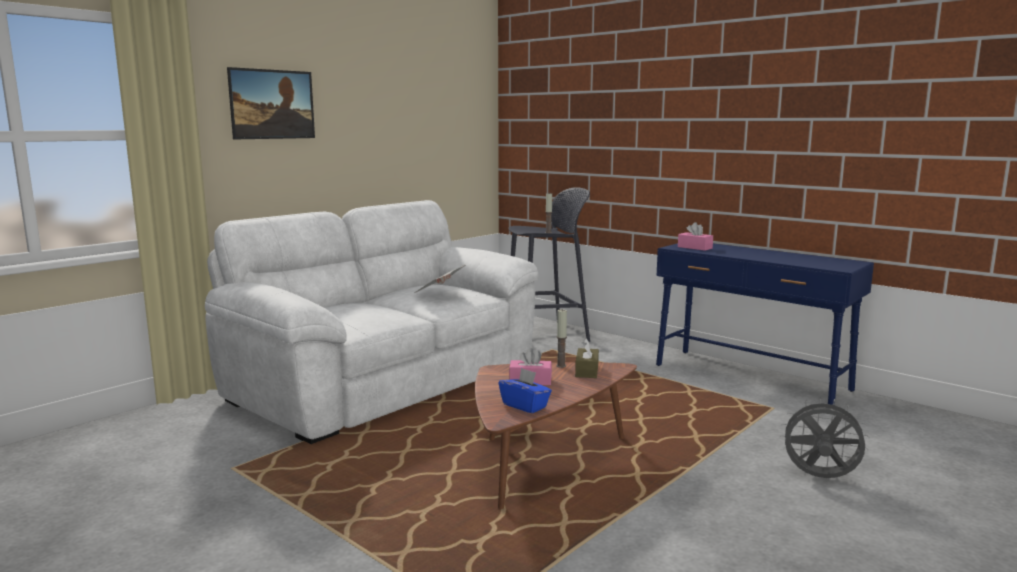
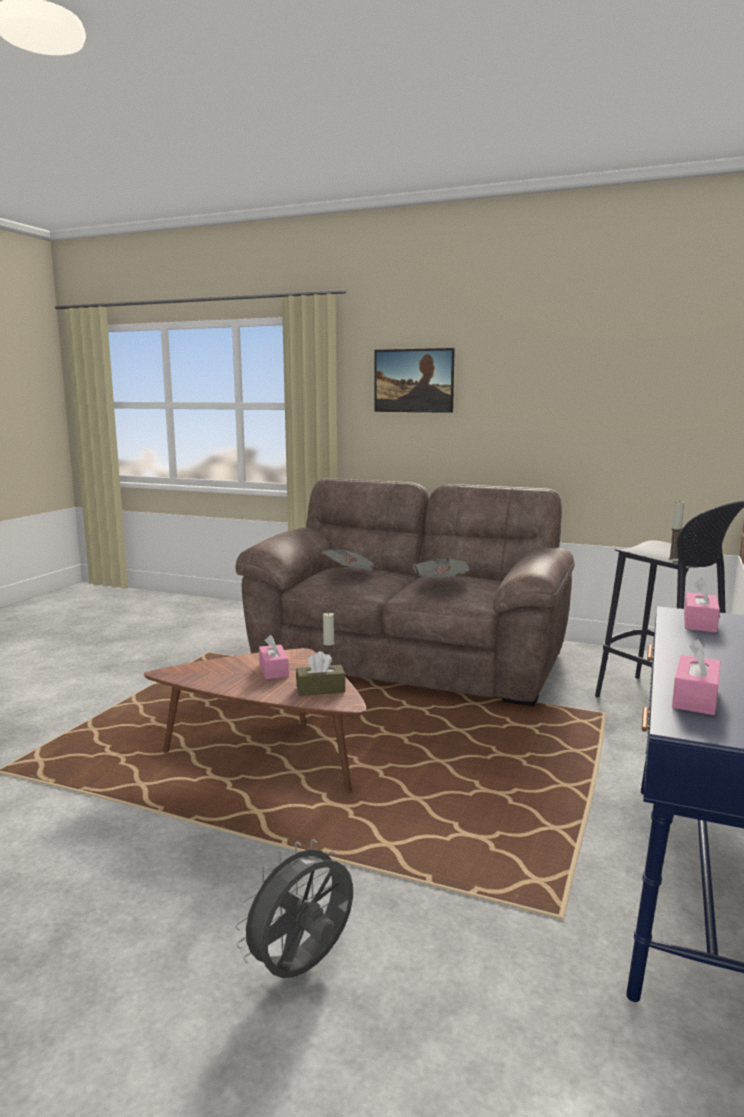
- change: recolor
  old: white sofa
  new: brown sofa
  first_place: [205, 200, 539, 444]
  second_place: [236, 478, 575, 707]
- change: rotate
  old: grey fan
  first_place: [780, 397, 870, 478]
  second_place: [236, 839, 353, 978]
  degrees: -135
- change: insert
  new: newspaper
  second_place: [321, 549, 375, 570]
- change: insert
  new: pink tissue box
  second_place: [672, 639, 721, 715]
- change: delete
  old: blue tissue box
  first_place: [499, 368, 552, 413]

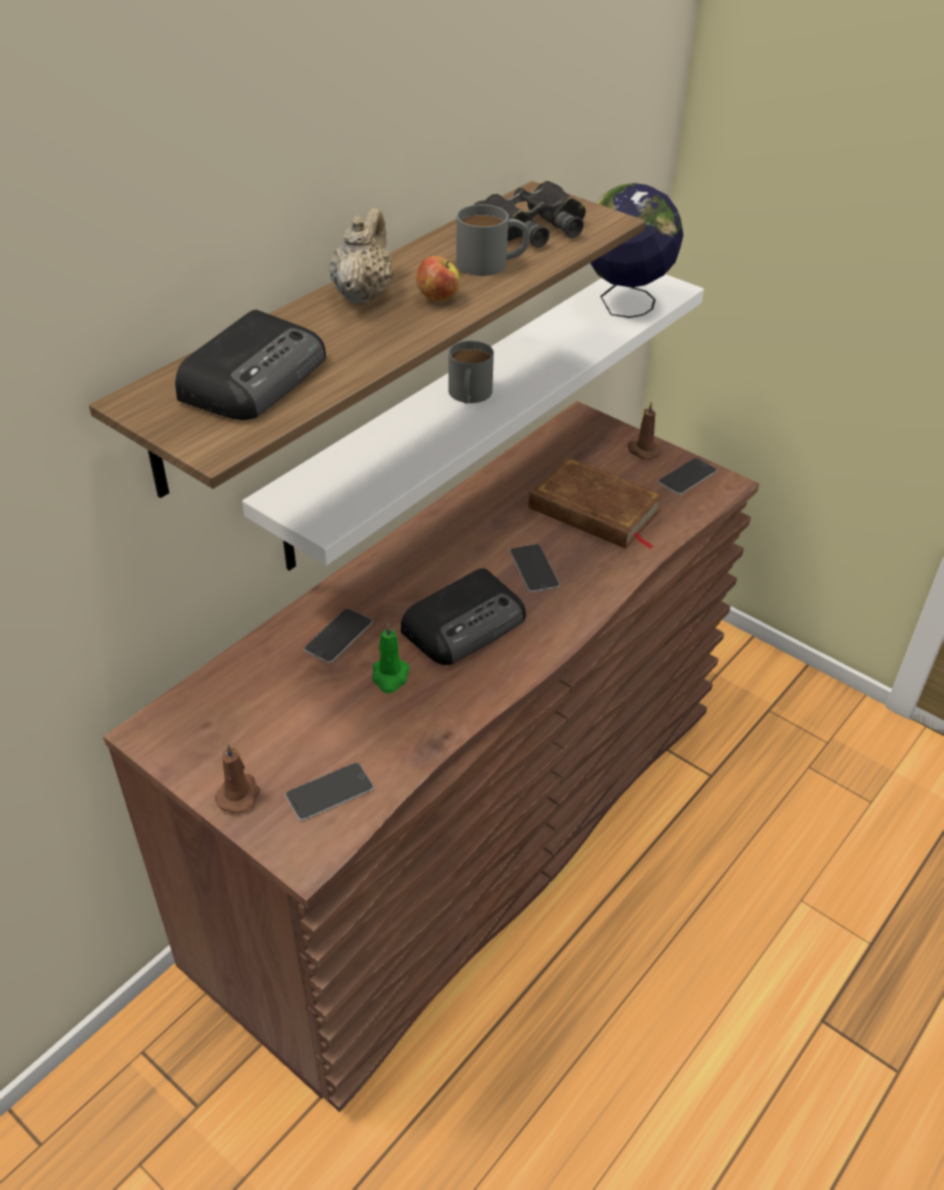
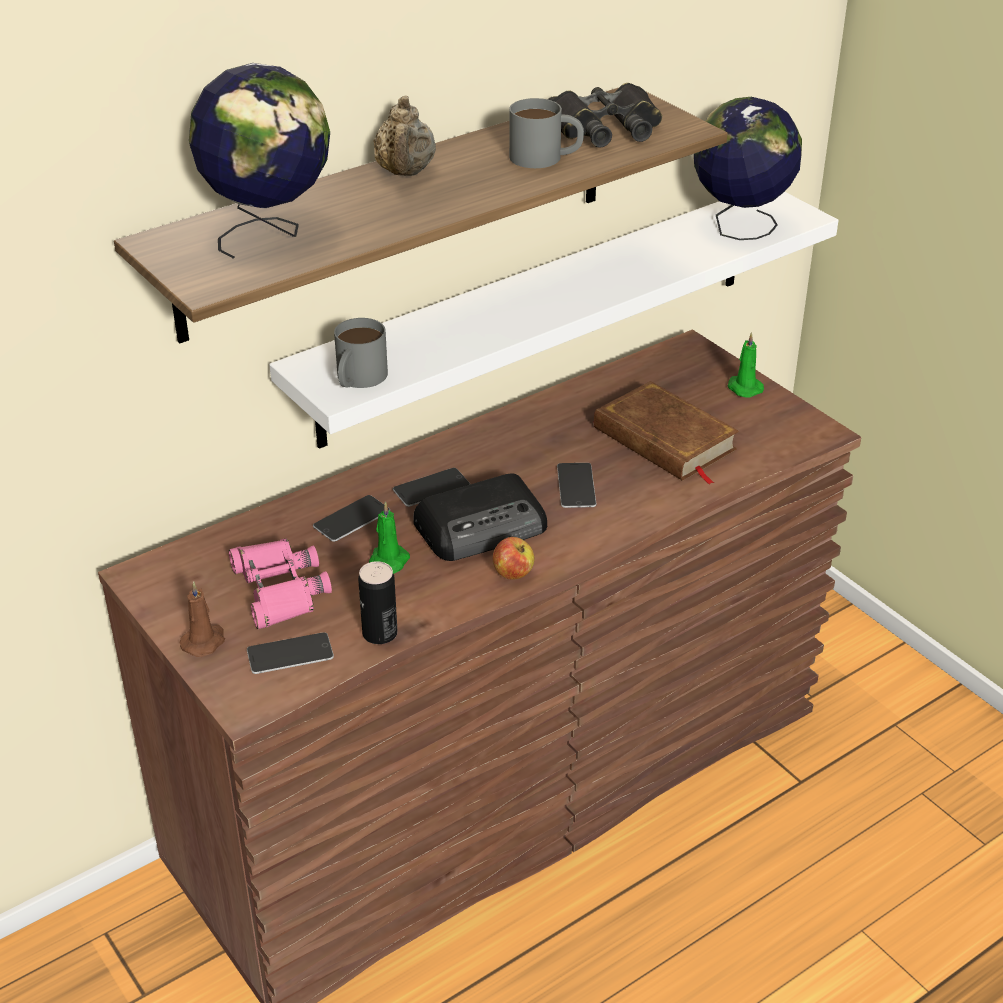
- change: replace
  old: radio
  new: globe
  first_place: [175, 310, 326, 420]
  second_place: [189, 63, 330, 259]
- change: insert
  new: pink binoculars
  second_place: [229, 539, 332, 629]
- change: move
  old: grey mug
  first_place: [448, 341, 494, 404]
  second_place: [334, 318, 388, 388]
- change: insert
  new: can
  second_place: [358, 561, 398, 644]
- change: rotate
  old: beige teapot
  first_place: [329, 208, 394, 304]
  second_place: [373, 96, 436, 176]
  degrees: 150
- change: move
  old: phone
  first_place: [658, 458, 717, 495]
  second_place: [393, 468, 470, 507]
- change: move
  old: apple
  first_place: [416, 256, 460, 302]
  second_place: [493, 537, 534, 580]
- change: recolor
  old: brown candle
  new: green candle
  first_place: [627, 401, 661, 460]
  second_place: [727, 332, 764, 397]

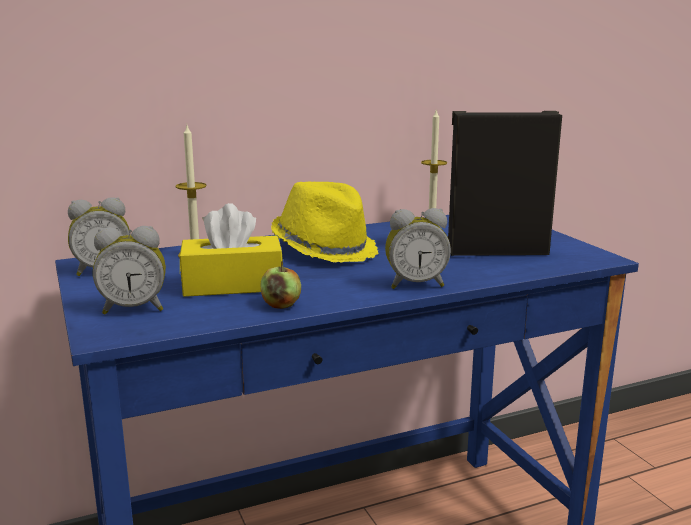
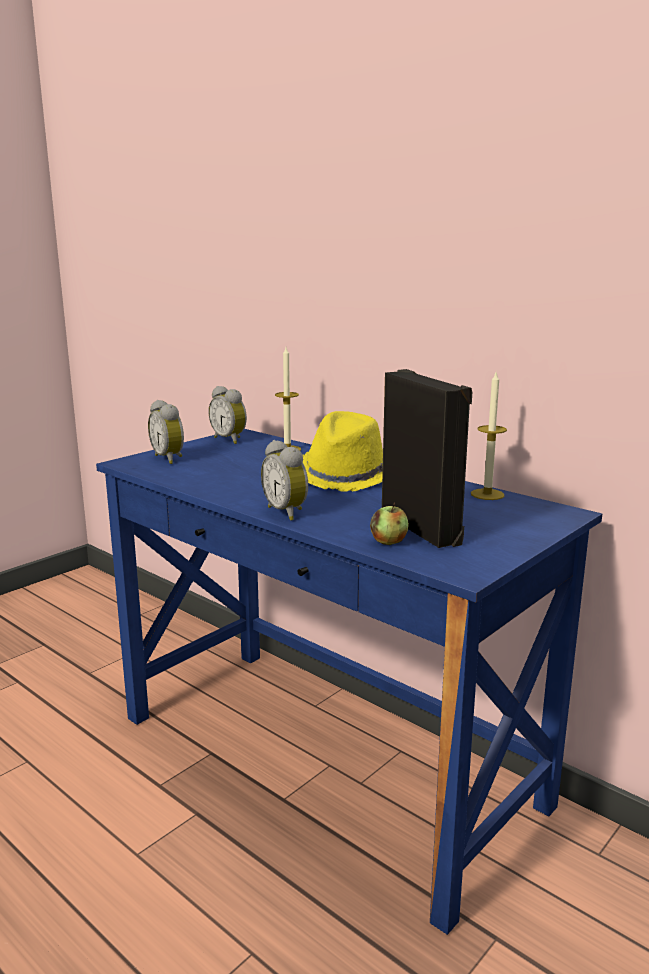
- change: move
  old: apple
  first_place: [260, 261, 301, 309]
  second_place: [370, 502, 409, 545]
- change: delete
  old: yellow tissue box
  first_place: [180, 203, 283, 297]

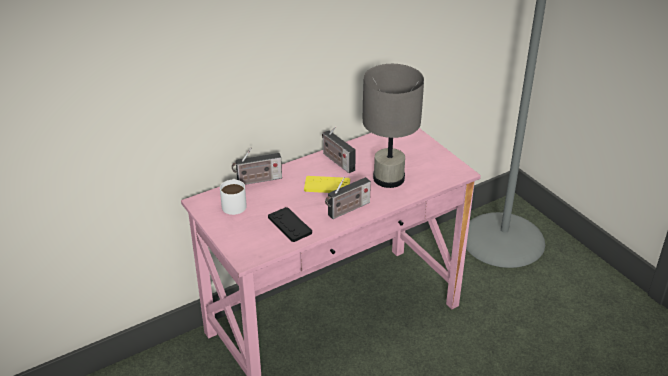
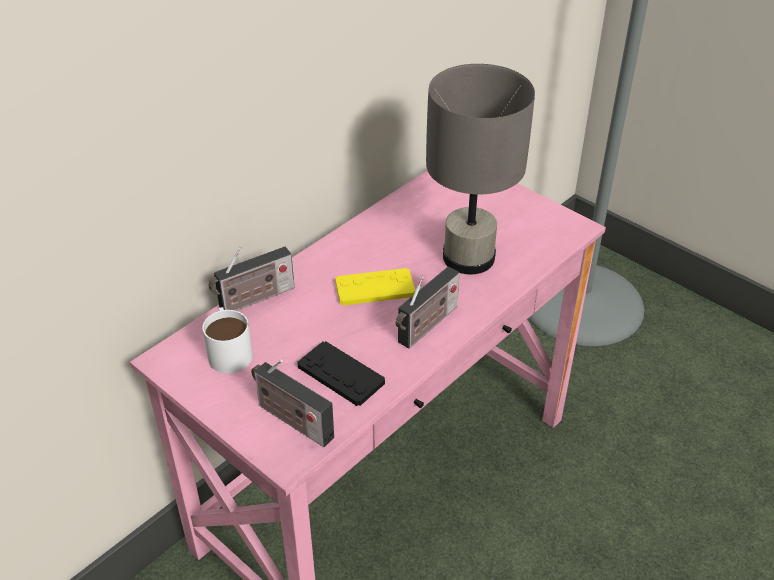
- change: move
  old: radio
  first_place: [322, 126, 356, 173]
  second_place: [251, 360, 334, 447]

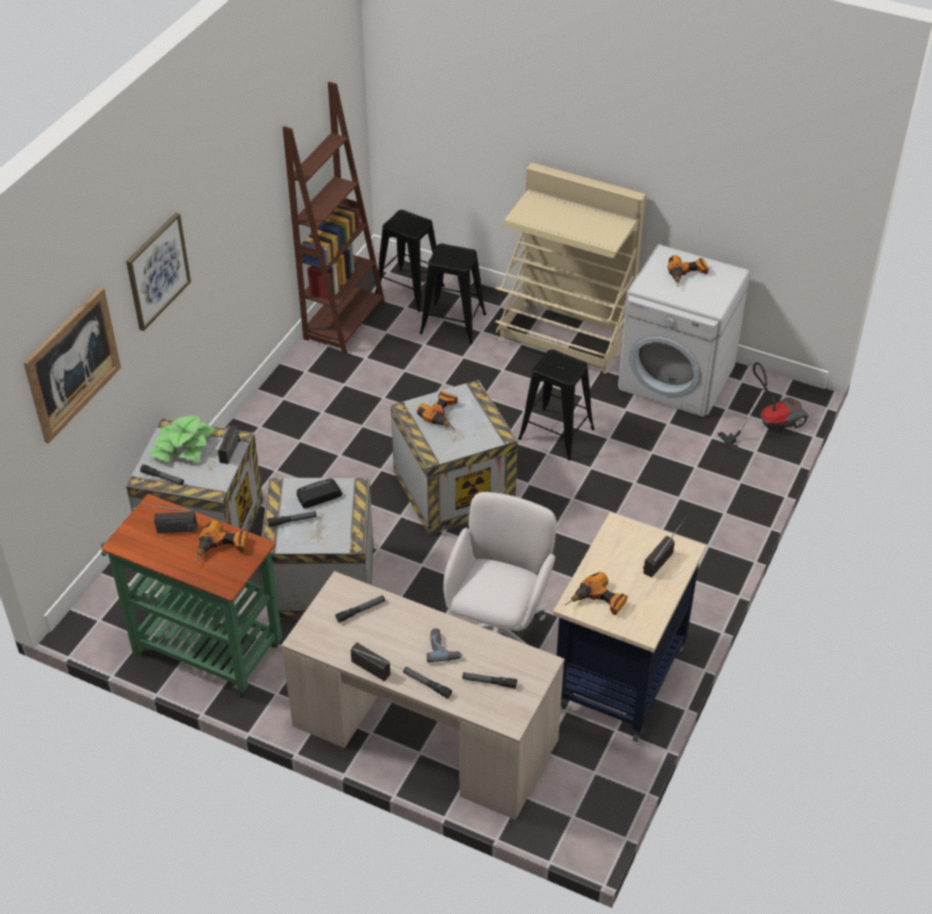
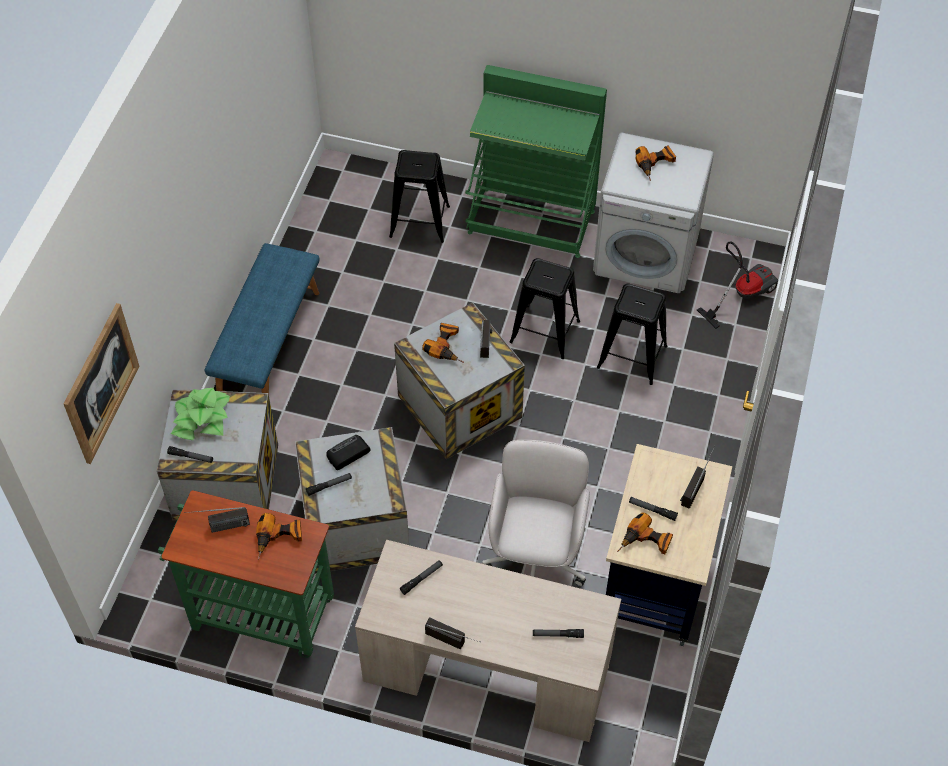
- change: insert
  new: blue bench
  second_place: [204, 243, 319, 394]
- change: recolor
  old: beige shoe rack
  new: green shoe rack
  first_place: [495, 163, 646, 373]
  second_place: [465, 65, 607, 258]
- change: move
  old: radio
  first_place: [210, 426, 241, 464]
  second_place: [480, 320, 492, 358]
- change: move
  old: black stool
  first_place: [375, 210, 445, 312]
  second_place: [597, 284, 668, 385]
- change: move
  old: flashlight
  first_place: [403, 667, 452, 699]
  second_place: [629, 497, 678, 521]
- change: delete
  old: picture
  first_place: [126, 213, 191, 331]
- change: delete
  old: brown bookcase
  first_place: [283, 82, 386, 353]
- change: delete
  old: power drill
  first_place: [426, 628, 462, 662]

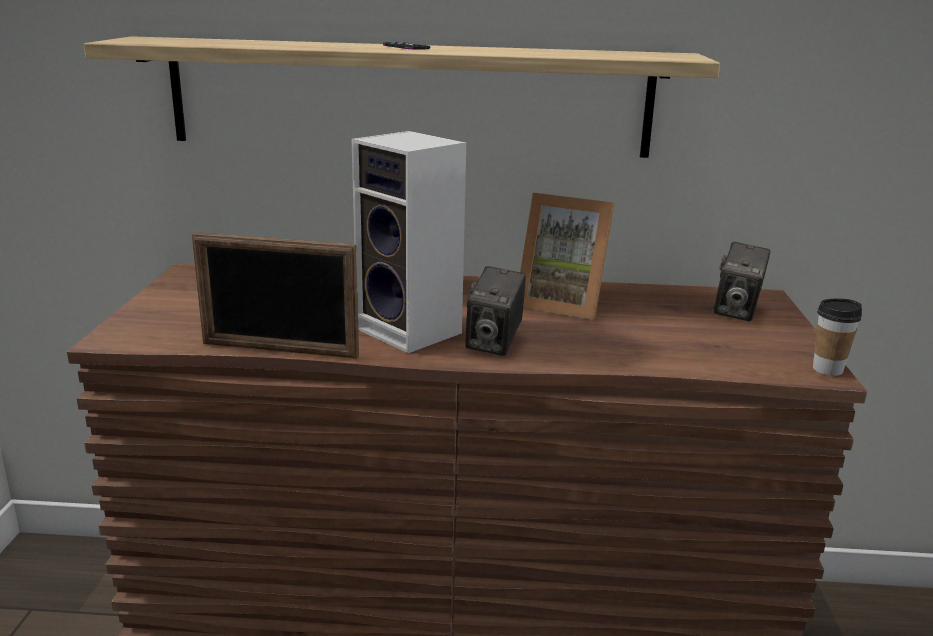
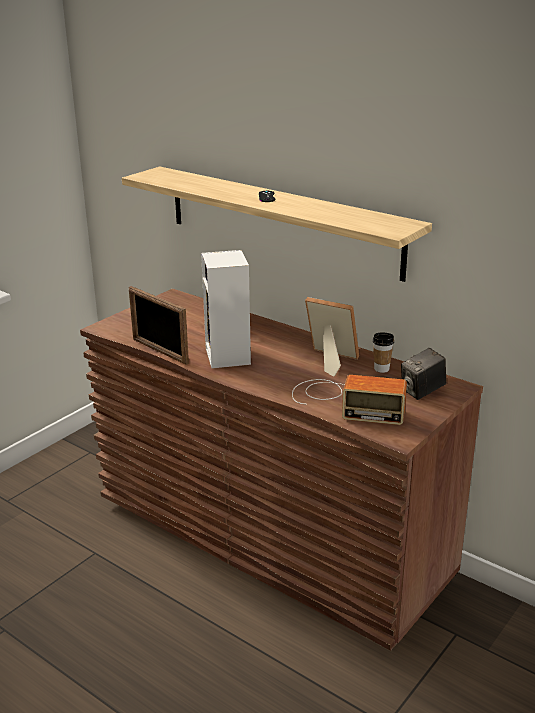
- change: insert
  new: radio
  second_place: [292, 375, 407, 425]
- change: rotate
  old: picture frame
  first_place: [520, 193, 615, 319]
  second_place: [305, 297, 359, 377]
  degrees: 150
- change: move
  old: cup
  first_place: [813, 299, 862, 376]
  second_place: [373, 332, 394, 373]
- change: delete
  old: photo camera
  first_place: [465, 266, 526, 356]

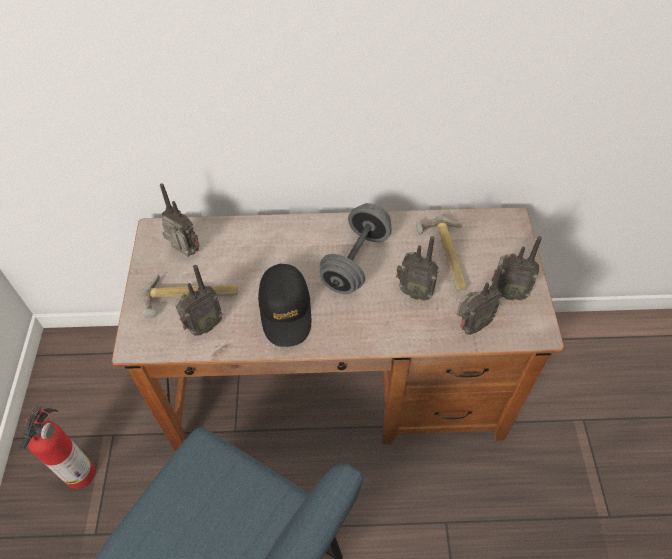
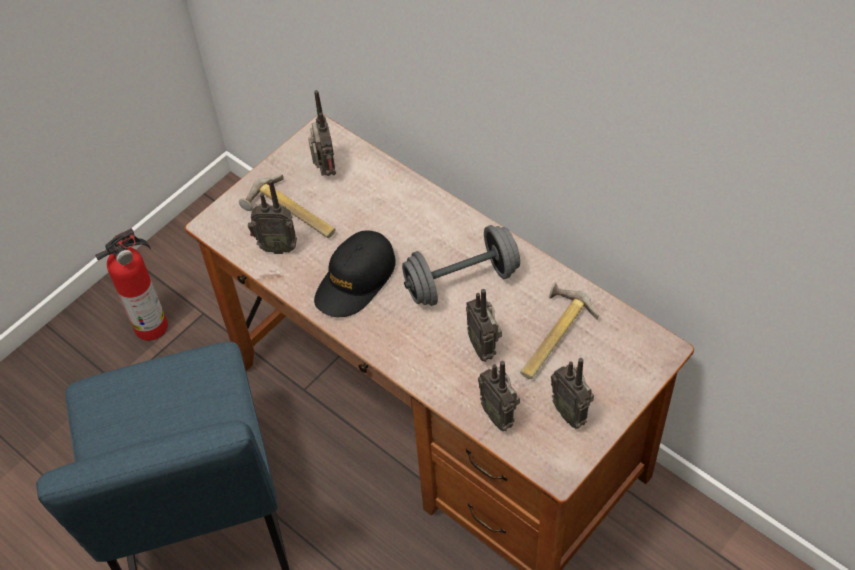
- change: rotate
  old: radio
  first_place: [457, 265, 503, 335]
  second_place: [478, 361, 520, 431]
  degrees: 45

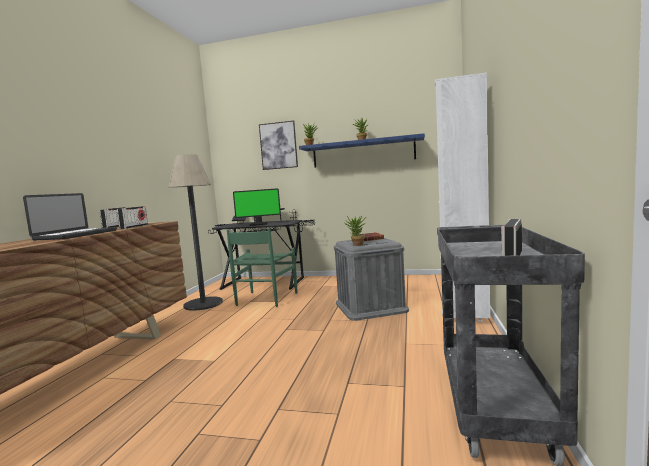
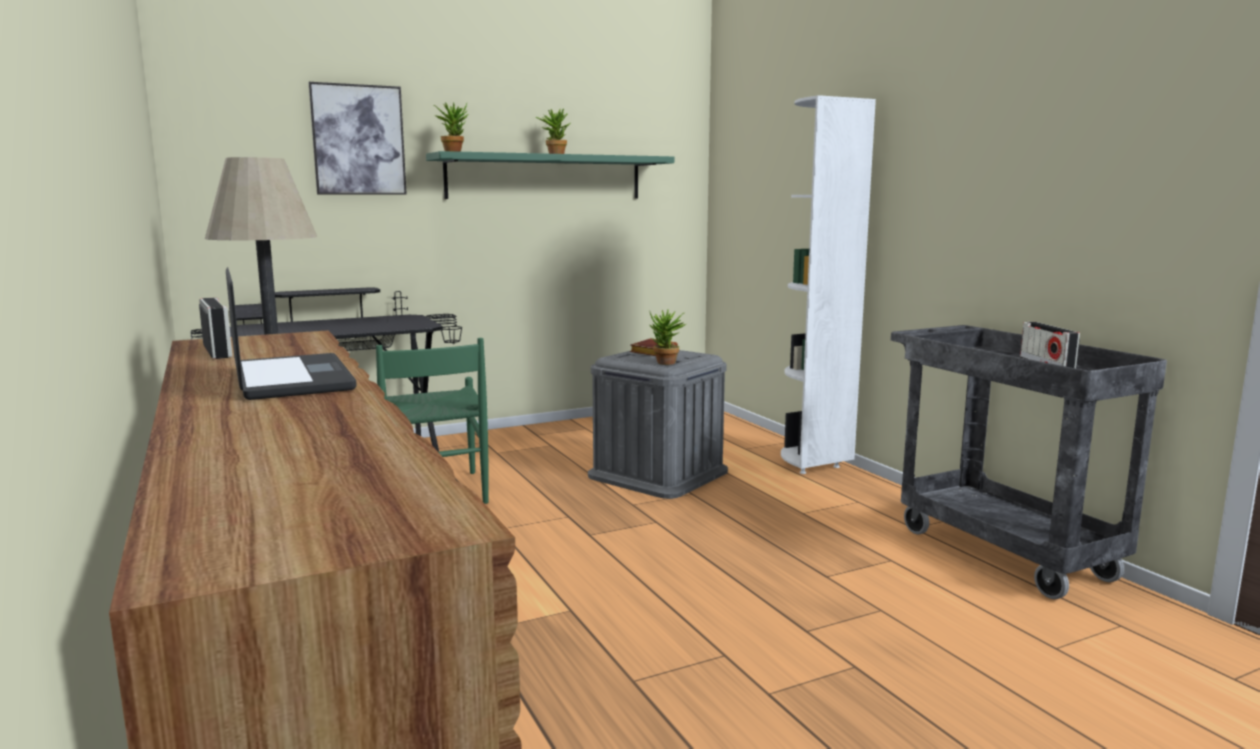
- change: recolor
  old: blue shelf
  new: green shelf
  first_place: [299, 133, 425, 168]
  second_place: [426, 151, 674, 199]
- change: delete
  old: radio
  first_place: [117, 206, 148, 229]
- change: delete
  old: monitor
  first_place: [233, 188, 281, 226]

